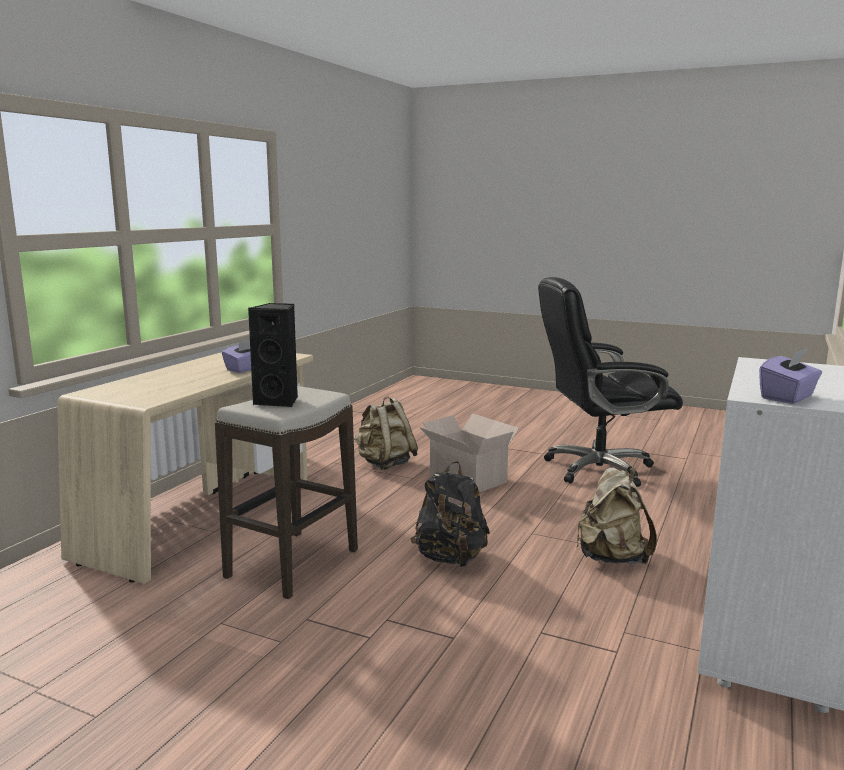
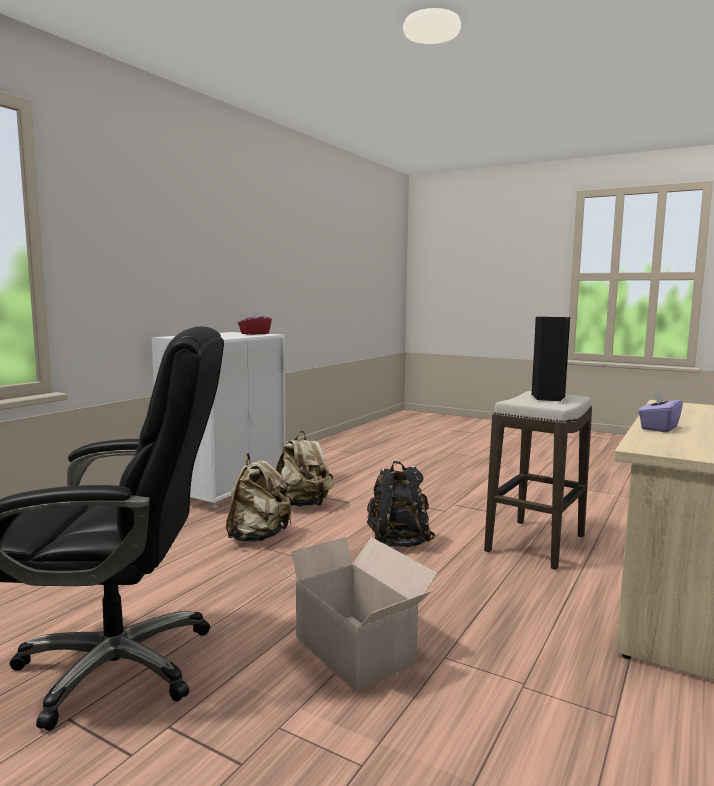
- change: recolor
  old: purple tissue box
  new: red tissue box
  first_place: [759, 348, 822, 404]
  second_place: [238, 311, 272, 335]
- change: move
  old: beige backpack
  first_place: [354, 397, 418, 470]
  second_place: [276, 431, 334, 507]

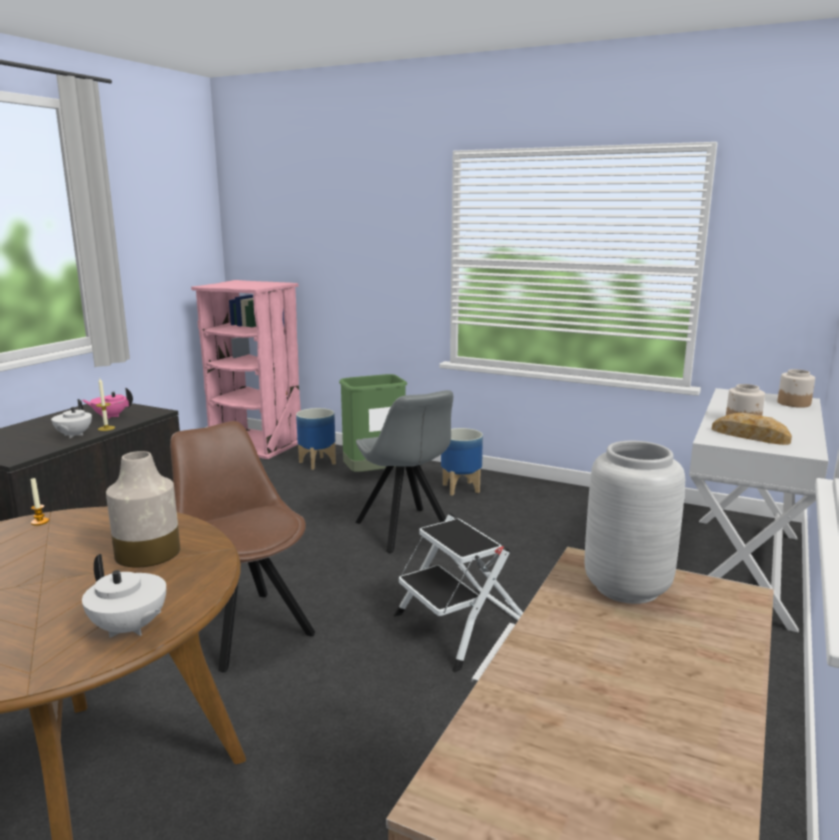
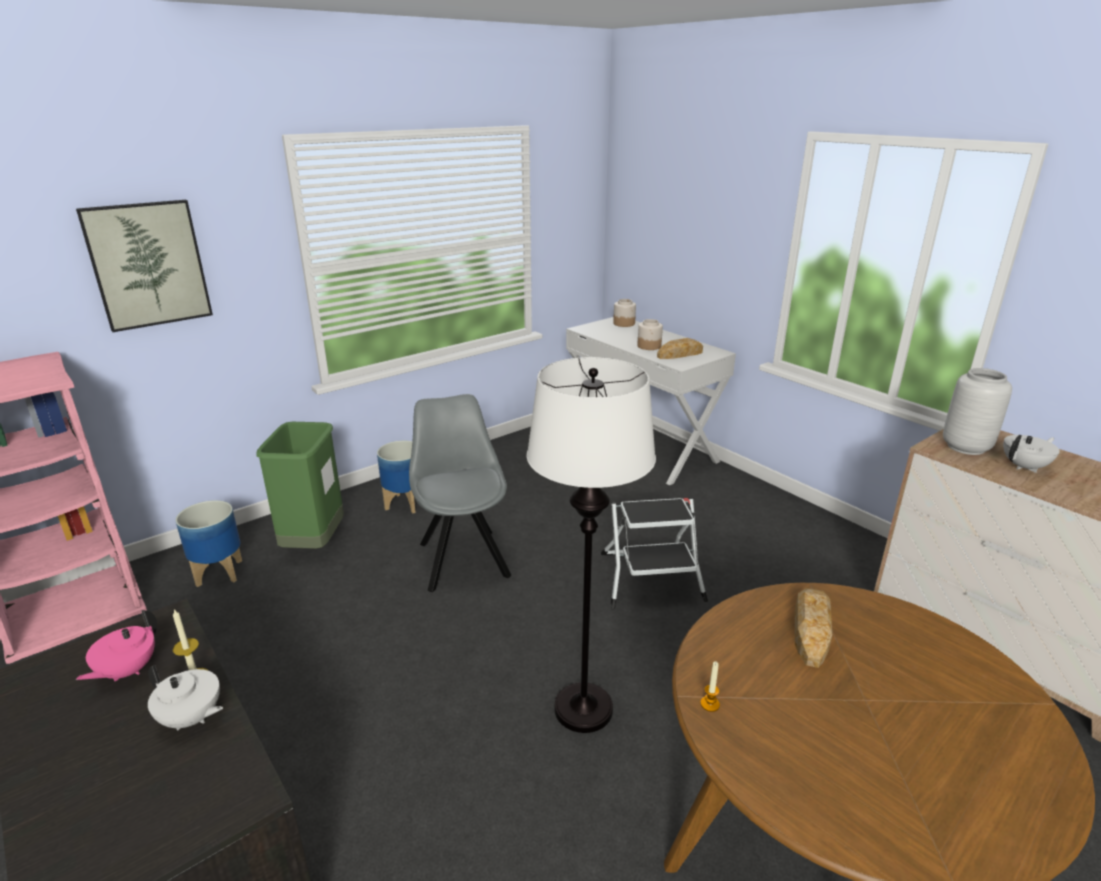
- change: insert
  new: picture
  second_place: [76, 200, 213, 332]
- change: rotate
  old: grey chair
  first_place: [355, 390, 453, 553]
  second_place: [409, 394, 511, 592]
  degrees: -105
- change: replace
  old: brown chair
  new: white floor lamp
  first_place: [170, 421, 315, 672]
  second_place: [527, 357, 656, 733]
- change: replace
  old: beige vase
  new: bread
  first_place: [106, 451, 180, 568]
  second_place: [795, 588, 832, 668]
- change: move
  old: white teapot
  first_place: [82, 554, 166, 638]
  second_place: [1003, 434, 1060, 473]

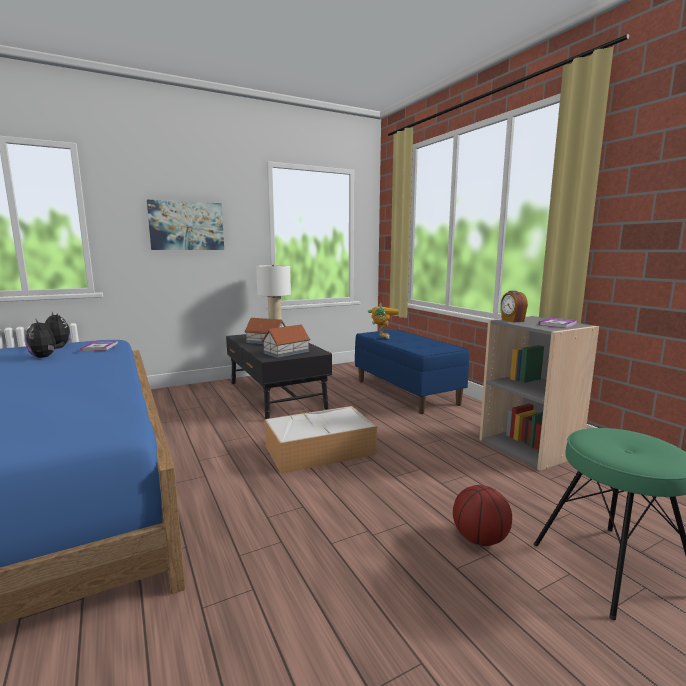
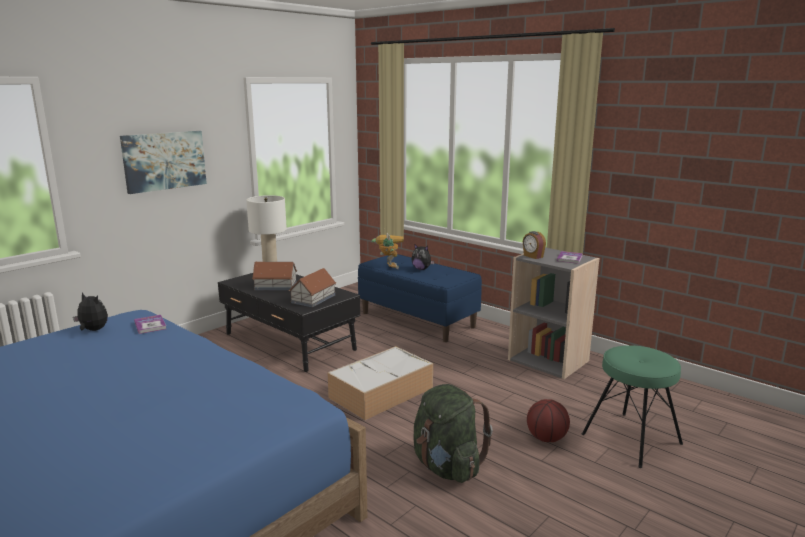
- change: move
  old: plush toy
  first_place: [25, 318, 65, 358]
  second_place: [411, 245, 434, 270]
- change: insert
  new: green backpack
  second_place: [413, 384, 493, 483]

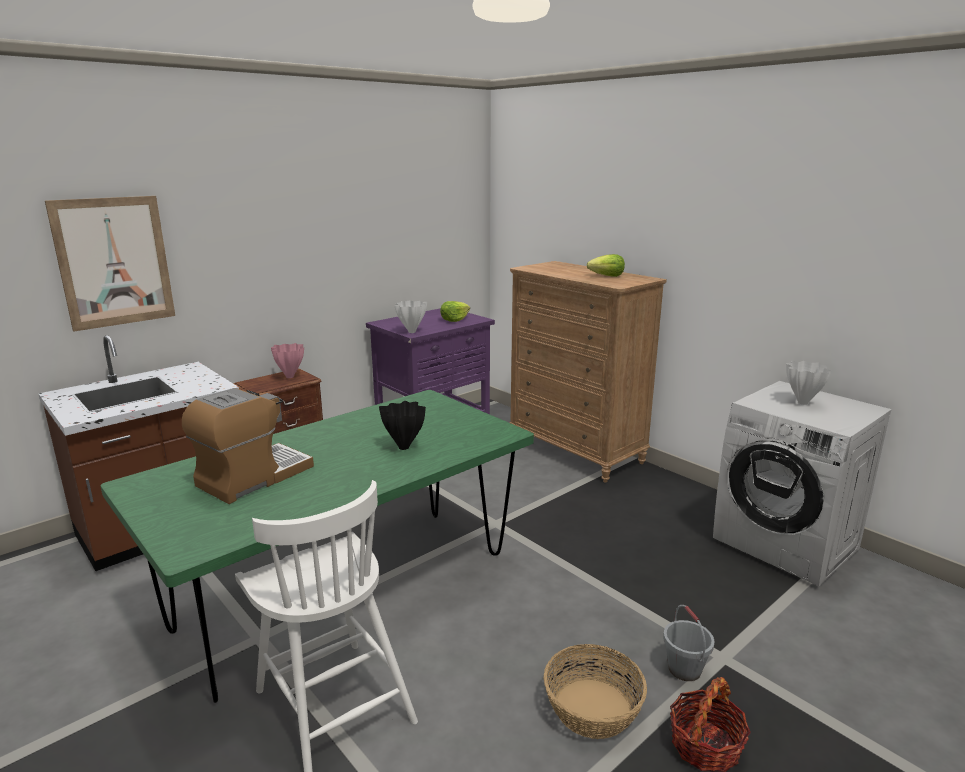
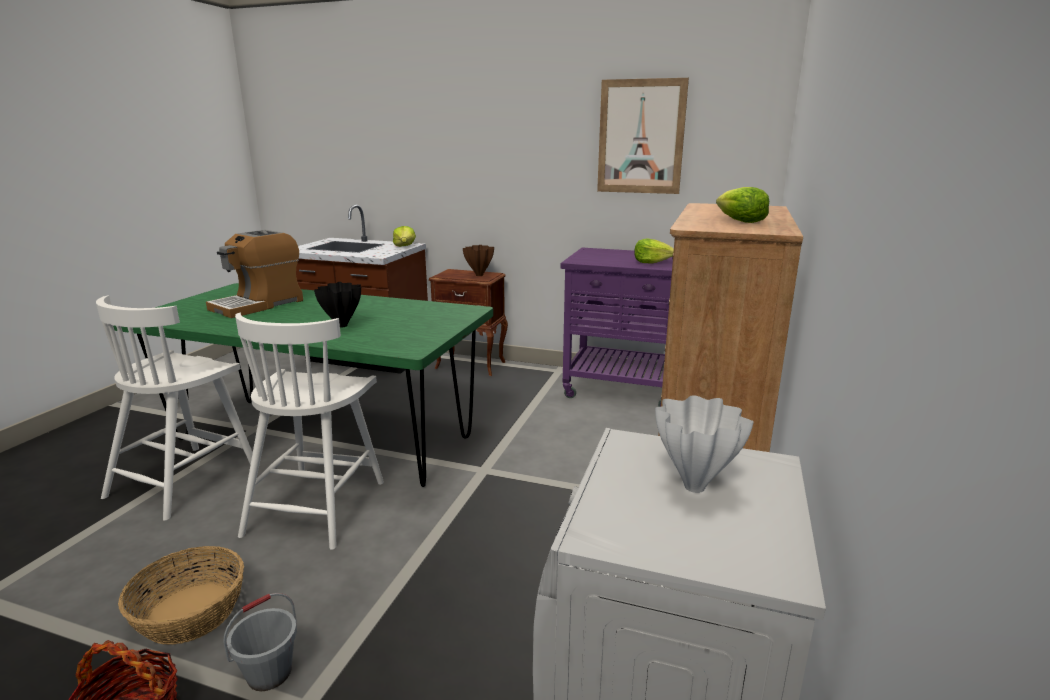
- change: rotate
  old: coffee machine
  first_place: [182, 388, 314, 504]
  second_place: [206, 230, 303, 318]
  degrees: 120
- change: insert
  new: white chair
  second_place: [235, 312, 384, 550]
- change: insert
  new: lettuce
  second_place: [393, 226, 416, 247]
- change: recolor
  old: pink vase
  new: brown vase
  first_place: [271, 343, 304, 378]
  second_place: [463, 245, 494, 276]
- change: move
  old: picture
  first_place: [45, 196, 175, 332]
  second_place: [597, 78, 689, 194]
- change: delete
  old: white vase
  first_place: [395, 301, 427, 333]

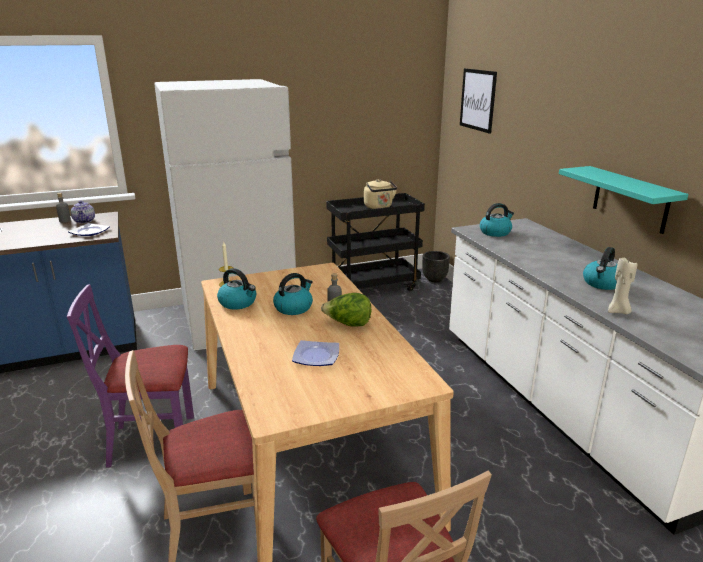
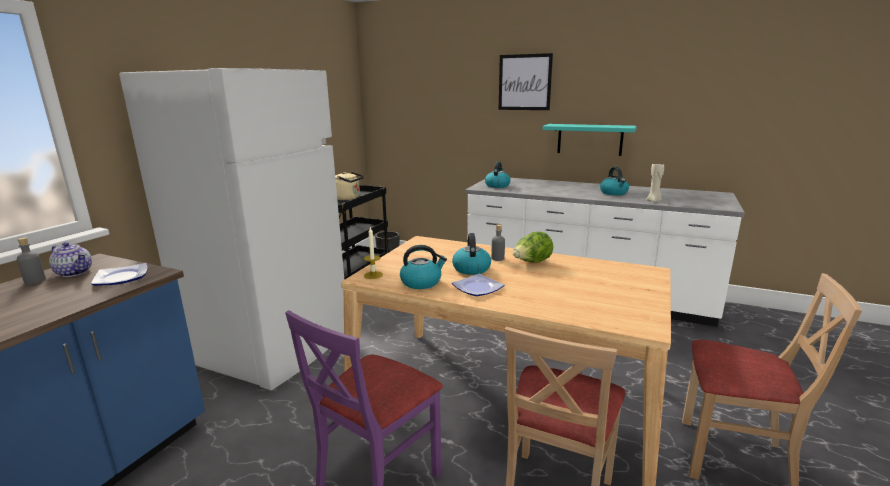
- change: move
  old: plate
  first_place: [292, 340, 339, 366]
  second_place: [452, 274, 504, 296]
- change: move
  old: picture
  first_place: [460, 68, 497, 134]
  second_place: [499, 53, 553, 110]

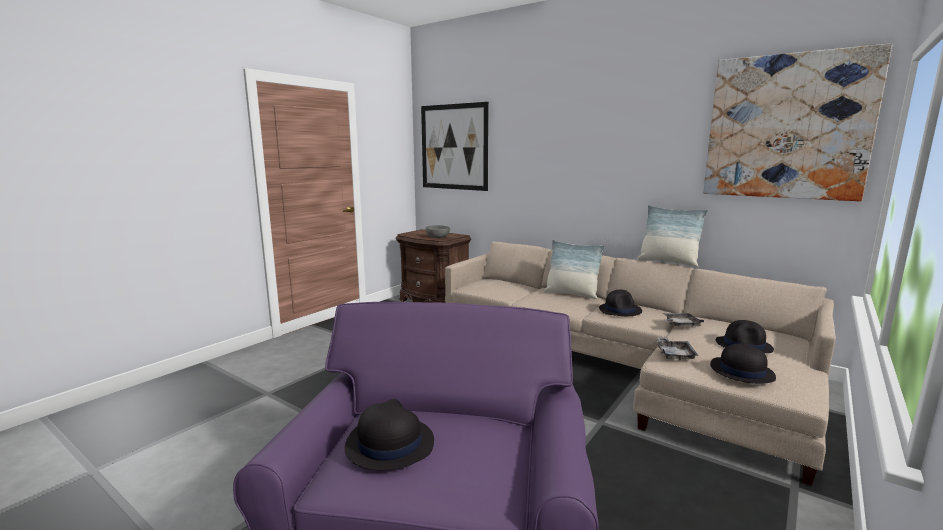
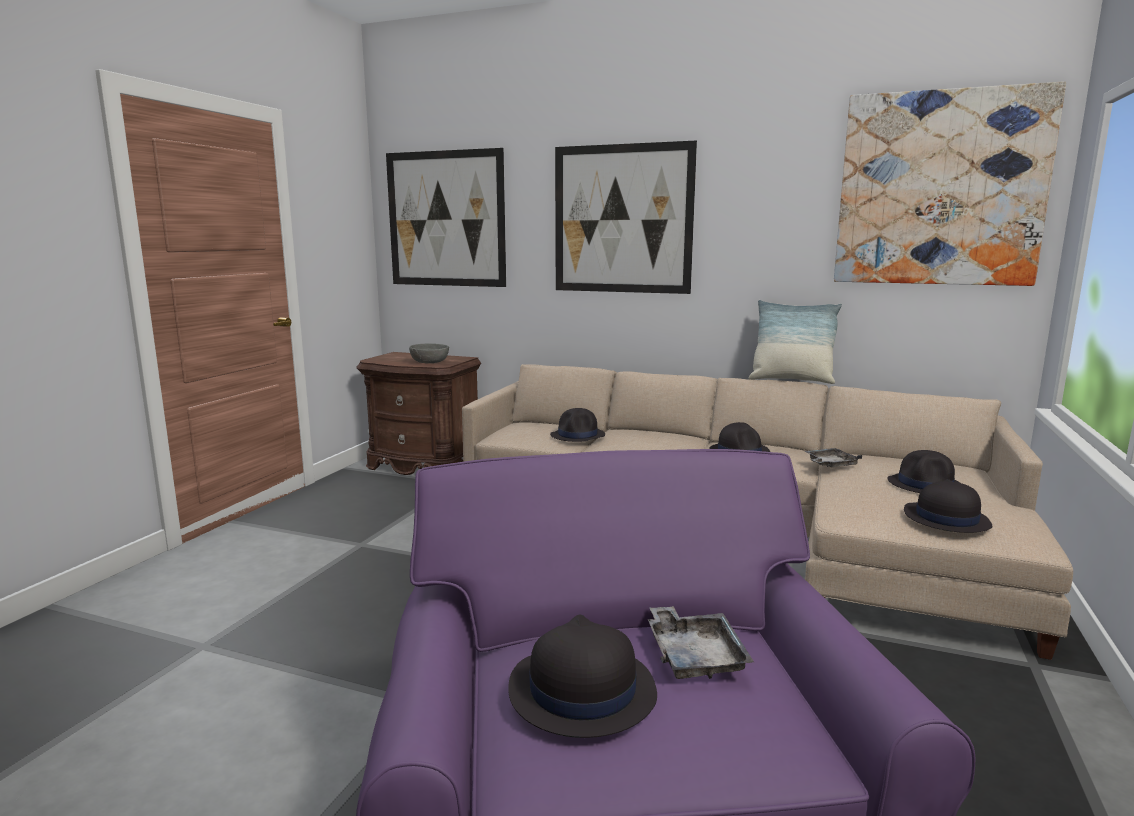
- change: insert
  new: black hat
  second_place: [550, 408, 605, 442]
- change: insert
  new: picture
  second_place: [555, 141, 697, 294]
- change: move
  old: grey tray
  first_place: [656, 337, 698, 360]
  second_place: [648, 606, 754, 679]
- change: delete
  old: pillow
  first_place: [544, 240, 605, 299]

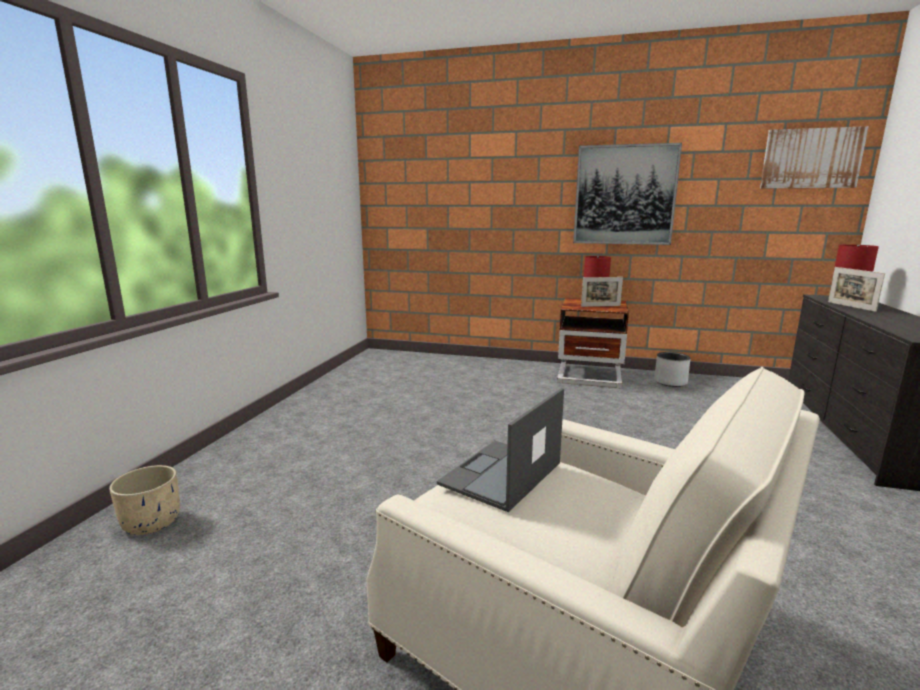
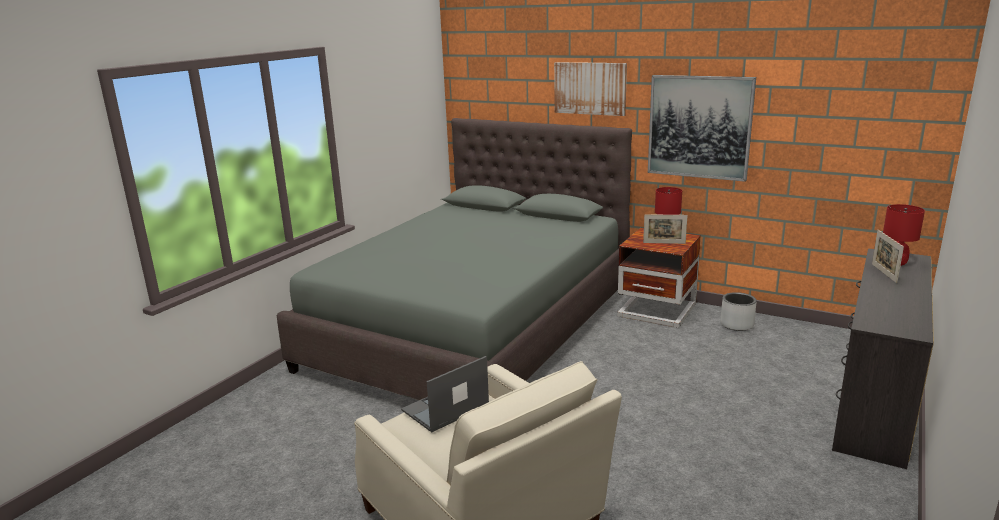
- change: insert
  new: grey bed
  second_place: [277, 118, 632, 400]
- change: move
  old: picture
  first_place: [760, 126, 869, 189]
  second_place: [554, 62, 627, 116]
- change: delete
  old: beige planter
  first_place: [109, 465, 180, 535]

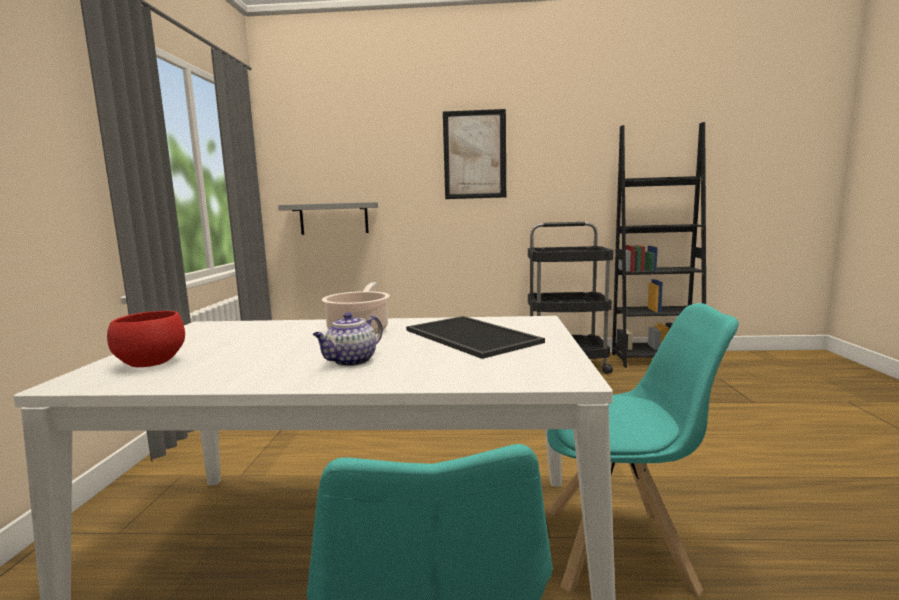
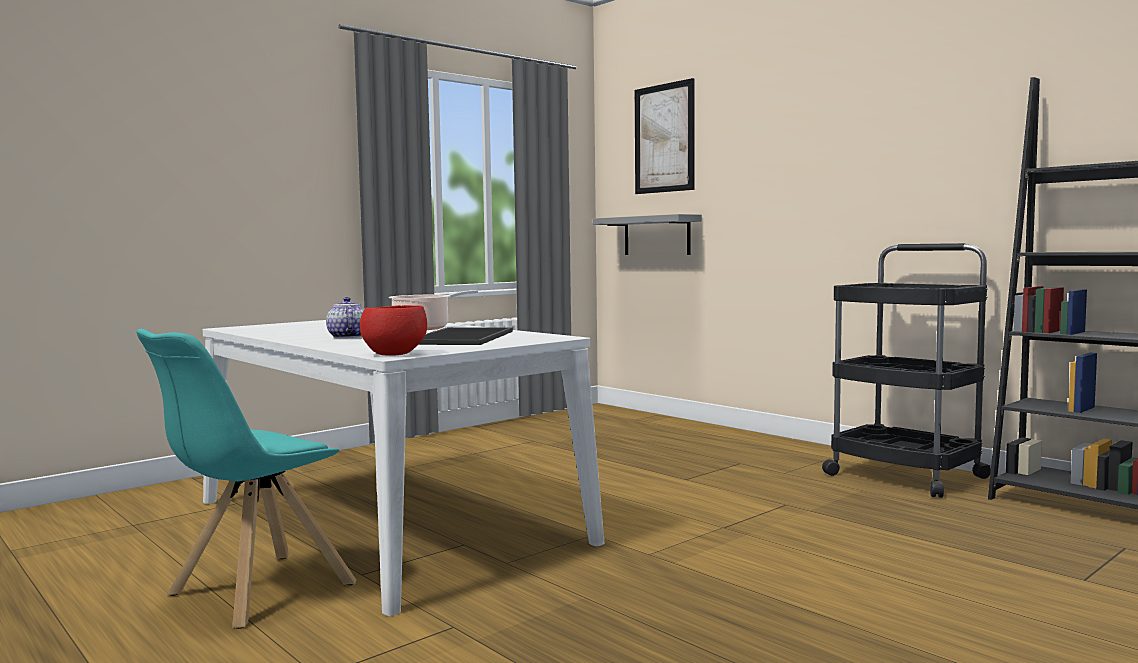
- change: rotate
  old: teapot
  first_place: [313, 312, 383, 366]
  second_place: [326, 297, 364, 338]
  degrees: 75
- change: move
  old: red bowl
  first_place: [107, 311, 185, 367]
  second_place: [360, 305, 427, 356]
- change: move
  old: picture
  first_place: [443, 109, 506, 199]
  second_place: [635, 78, 695, 194]
- change: delete
  old: turquoise chair
  first_place: [547, 303, 739, 597]

